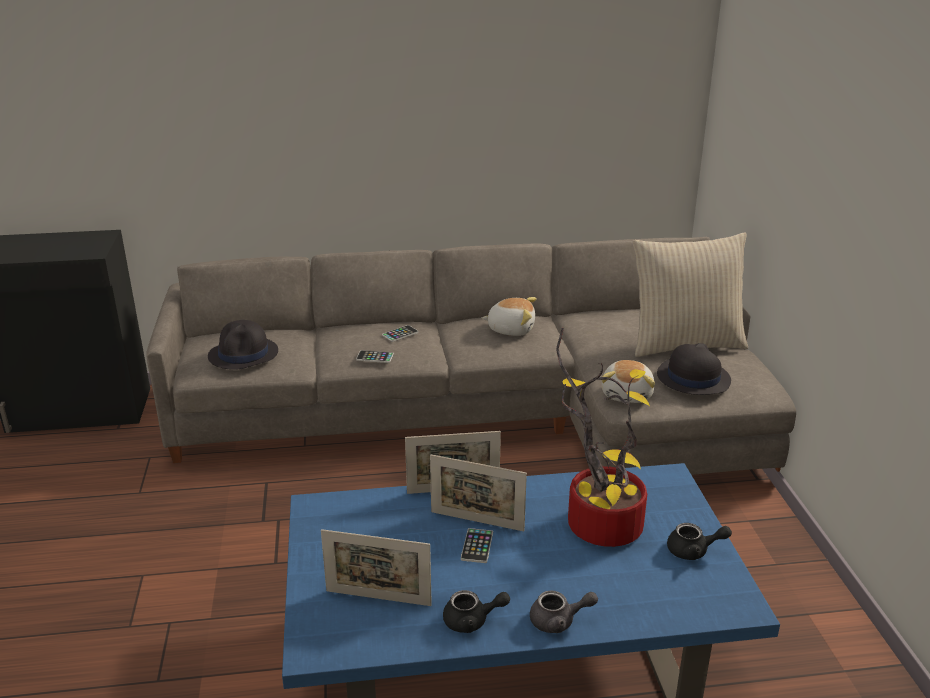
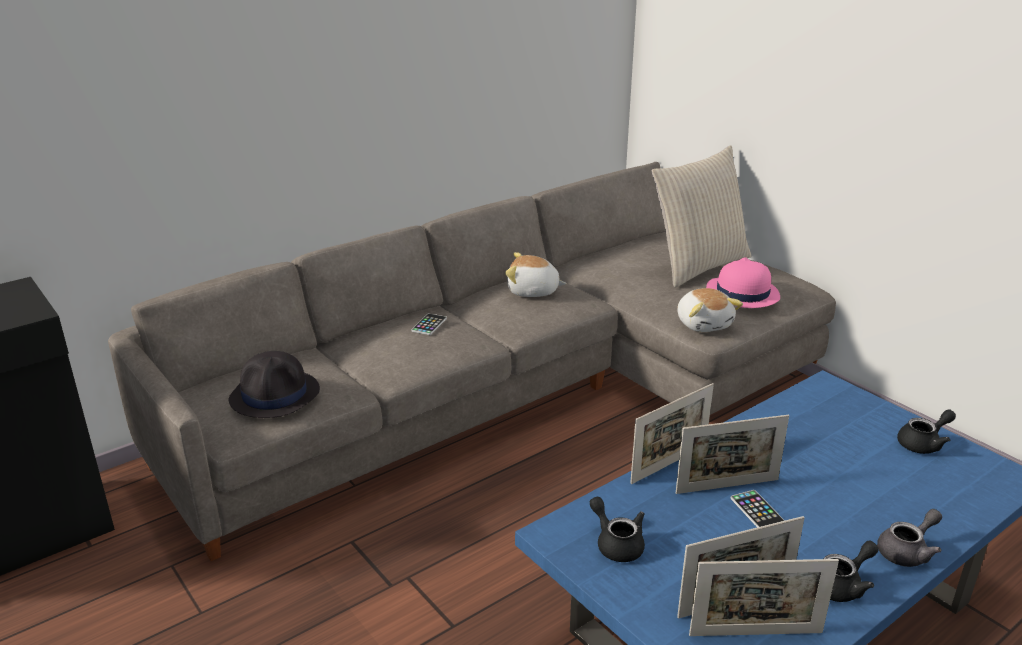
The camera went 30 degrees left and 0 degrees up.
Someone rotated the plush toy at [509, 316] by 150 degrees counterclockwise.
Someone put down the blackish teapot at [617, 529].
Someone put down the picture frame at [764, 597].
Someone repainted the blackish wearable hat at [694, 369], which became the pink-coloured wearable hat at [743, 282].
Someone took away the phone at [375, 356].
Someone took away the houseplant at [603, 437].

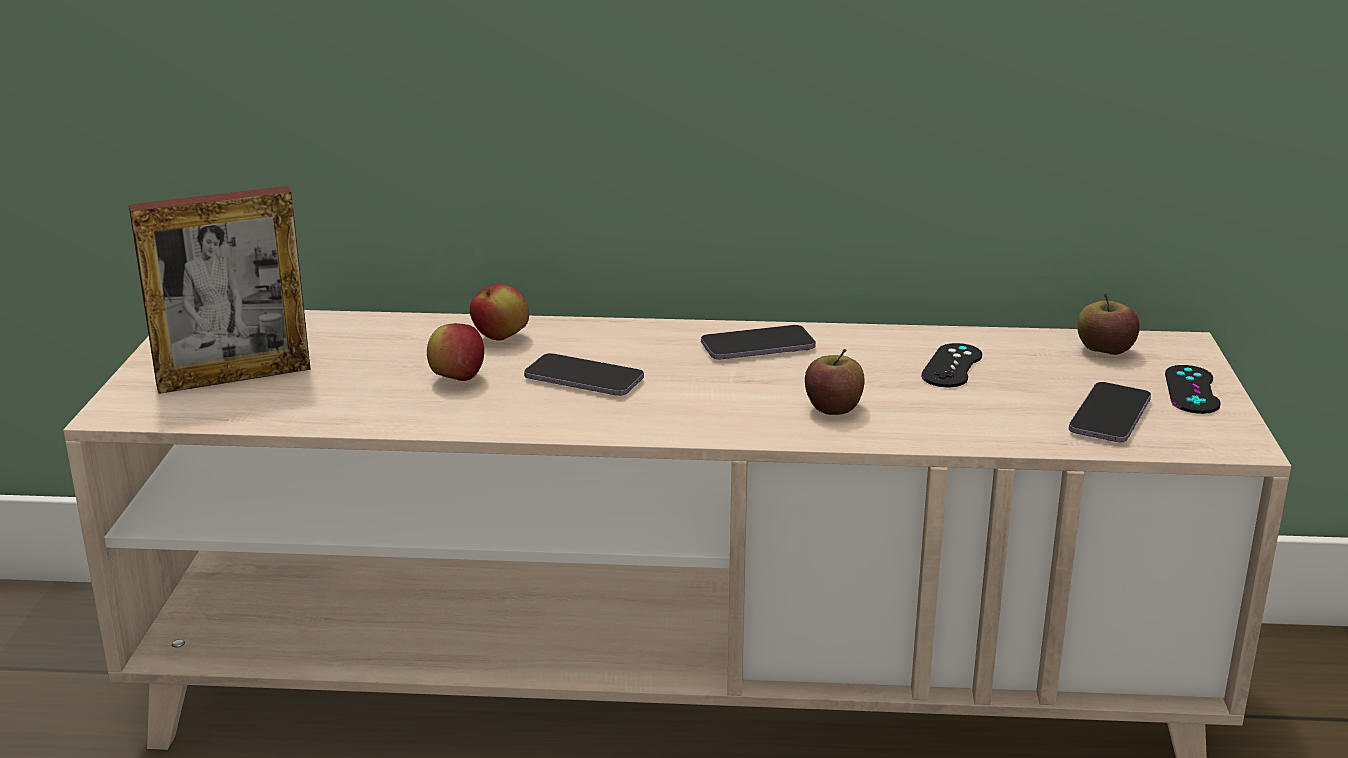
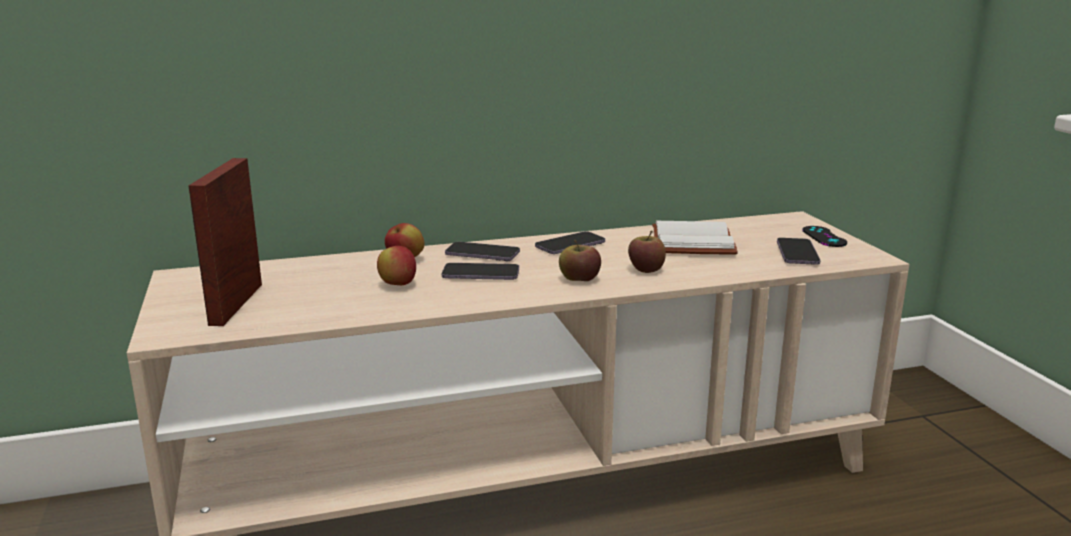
The camera went 20 degrees left and 5 degrees down.
Someone rotated the picture frame at [220, 290] by 135 degrees clockwise.
Someone put down the phone at [482, 251].
Someone carried the apple from [1108, 324] to [580, 260].
Someone swapped the blackish gamepad at [951, 365] for the white-coloured book at [695, 238].

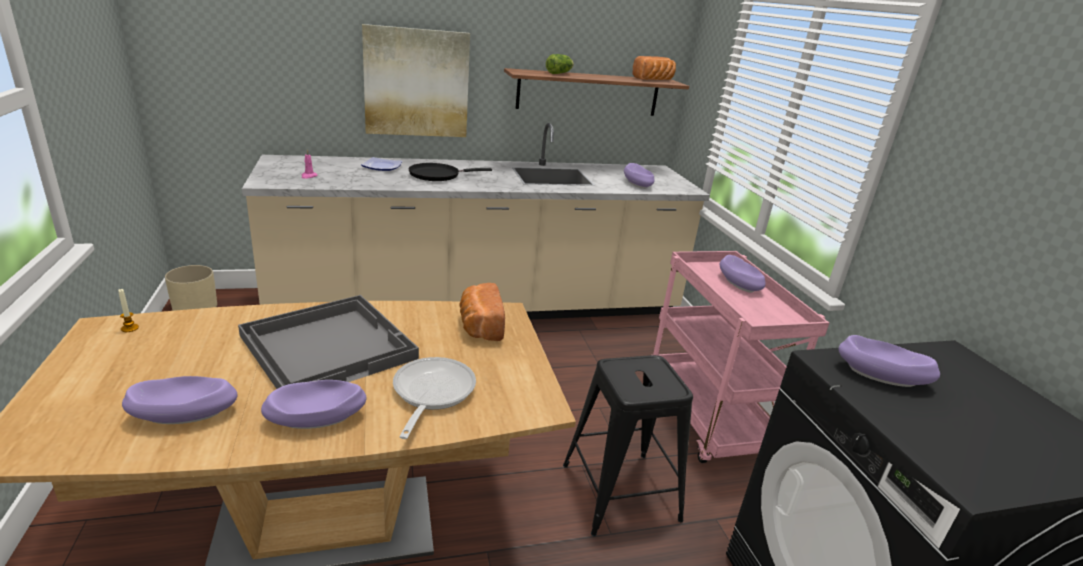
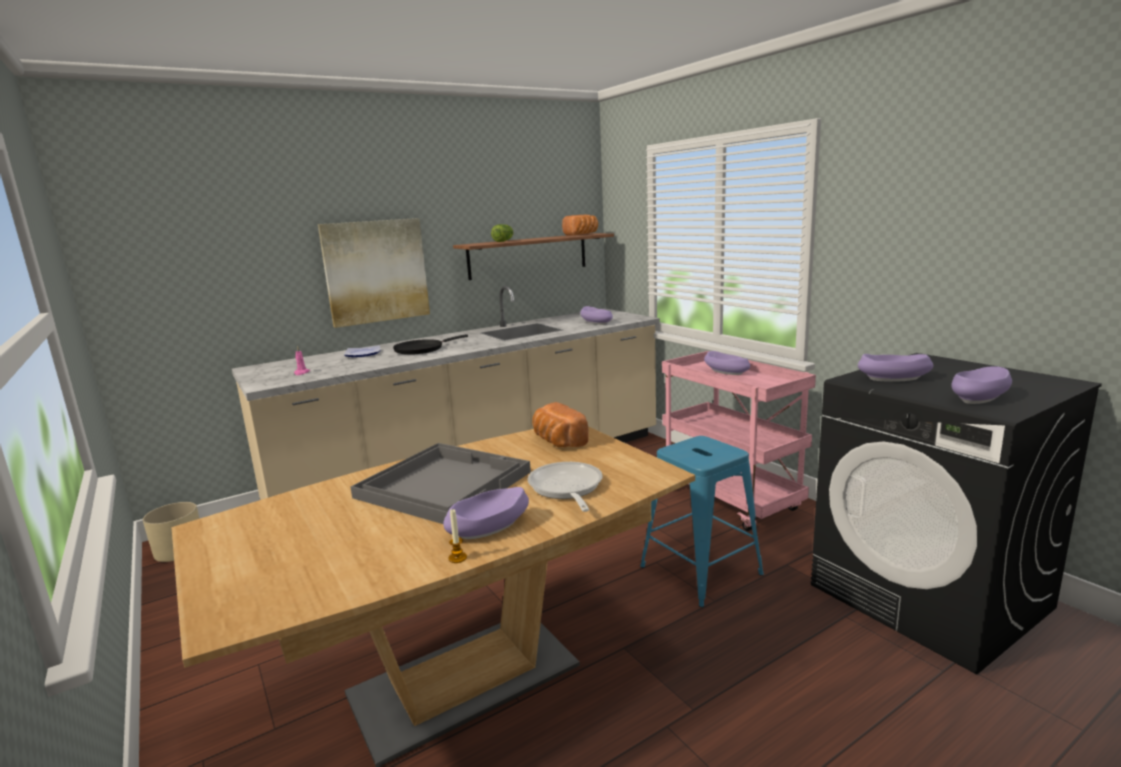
The camera went 15 degrees left and 10 degrees down.
Someone carried the candle from [128, 310] to [457, 536].
Someone repainted the blackish stool seat at [628, 445], which became the bluish stool seat at [702, 521].
Someone carried the purple-coloured serving bowl from [180, 400] to [981, 385].

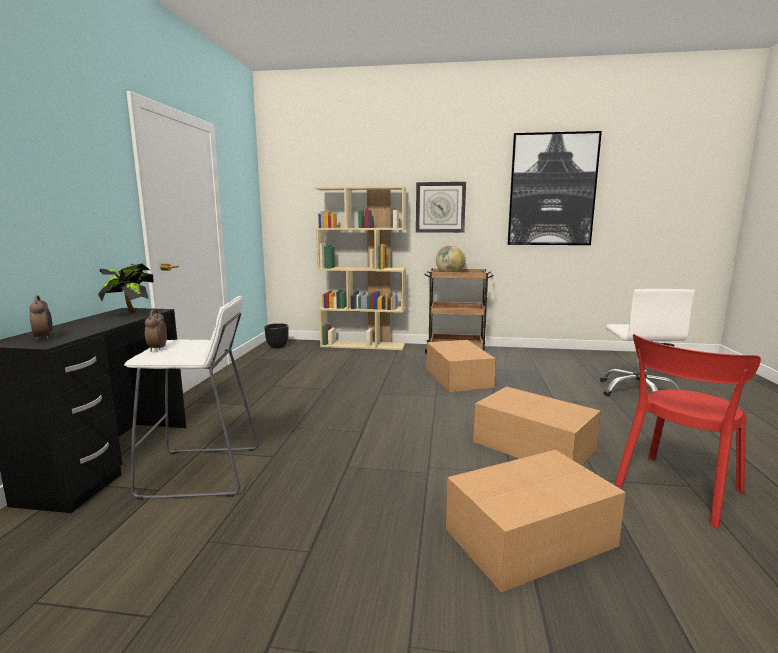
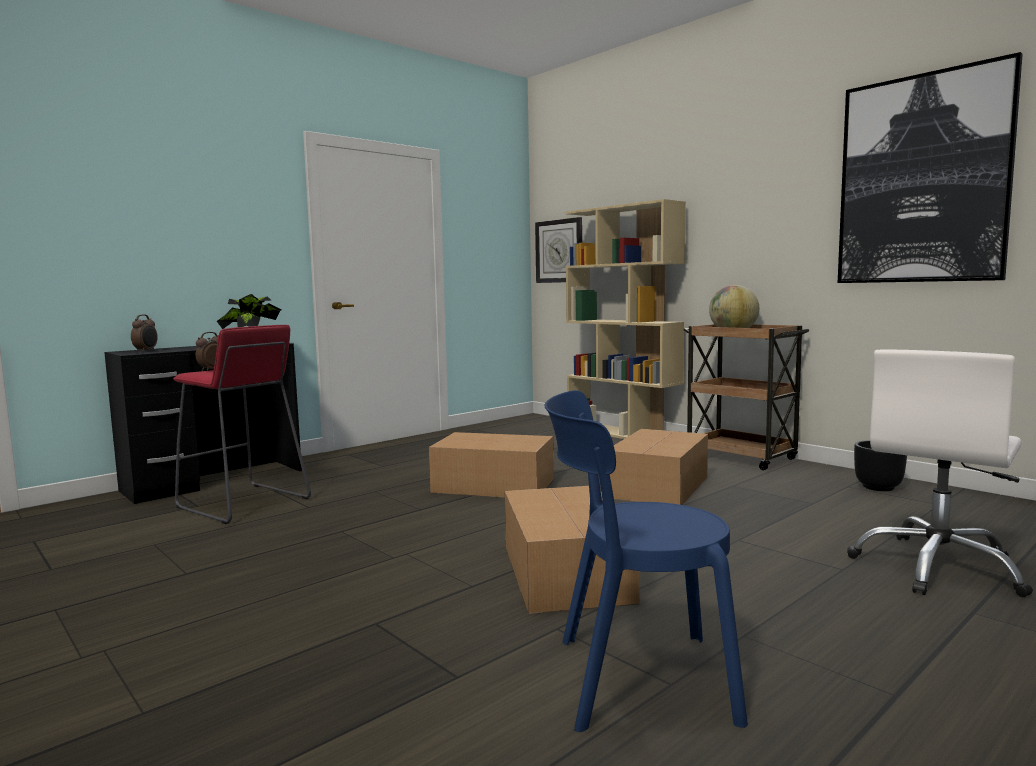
The camera went 40 degrees right and 5 degrees down.
Someone repainted the white-coloured stool seat at [191, 398], which became the red stool seat at [242, 424].
Someone carried the packing box from [536, 521] to [491, 464].
Someone carried the wall clock from [441, 207] to [558, 250].
Someone repainted the red upright chair at [688, 431], which became the bluish upright chair at [646, 561].
Someone carried the blackish plant pot from [276, 335] to [880, 465].

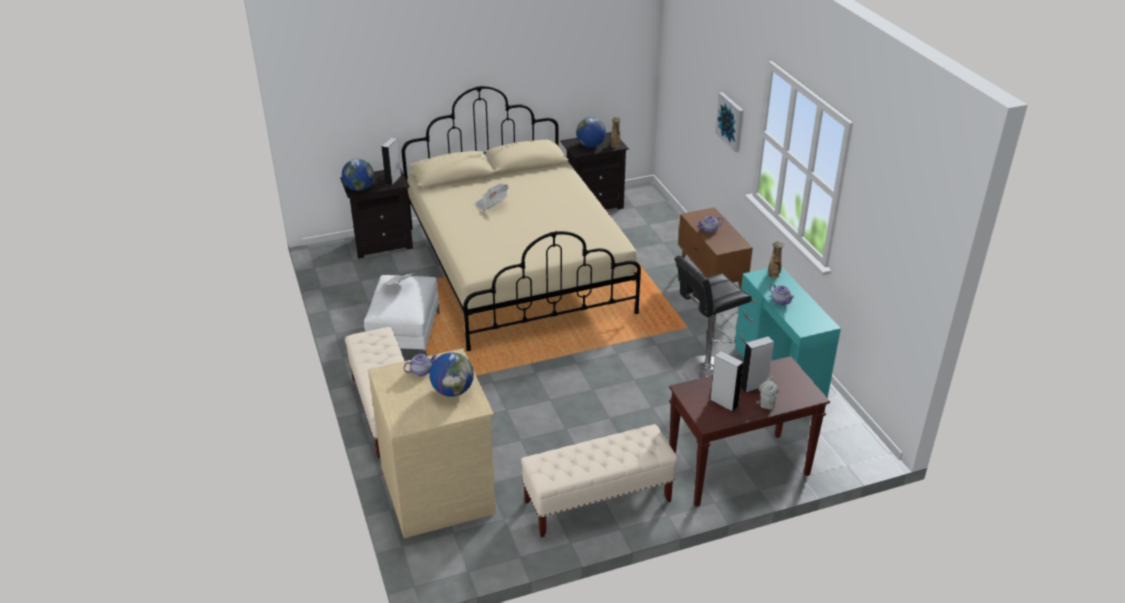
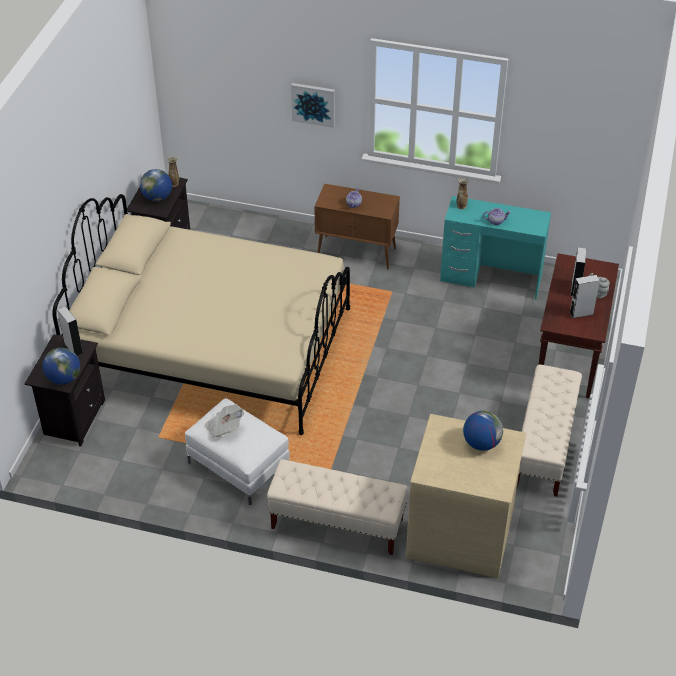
The camera went 55 degrees left and 10 degrees up.
Someone took away the teapot at [420, 365].
Someone took away the printed paper at [491, 197].
Someone took away the blackish stool seat at [713, 318].

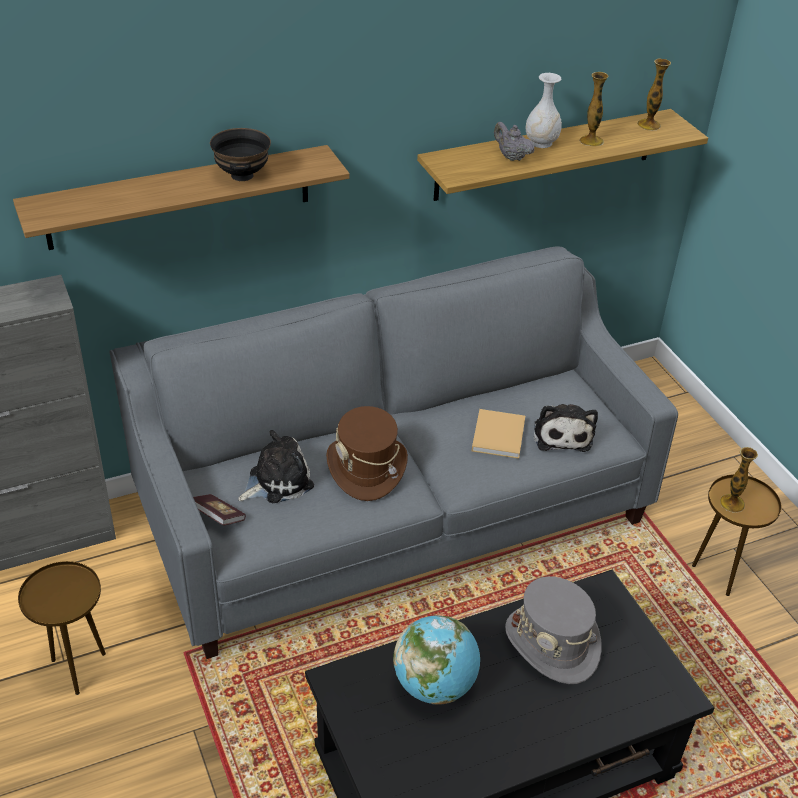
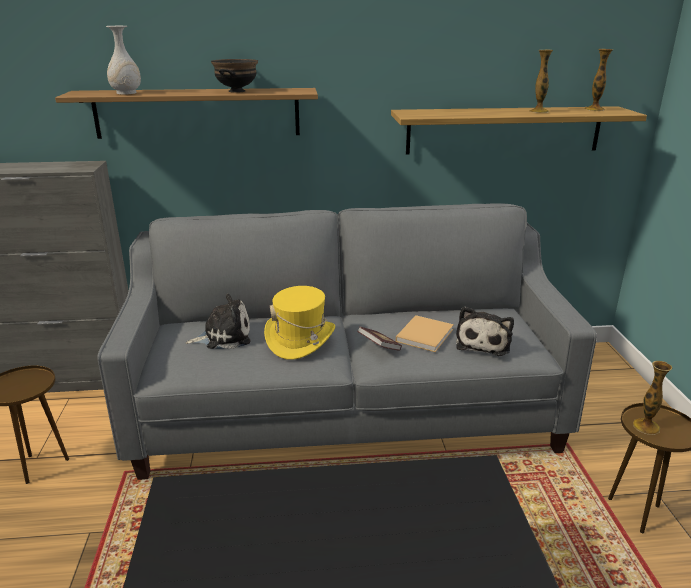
The camera went 20 degrees right and 15 degrees down.
Someone carried the white-coloured decorative vase from [544, 110] to [123, 60].
Someone repainted the brown-coloured wearable hat at [367, 453], which became the yellow-coloured wearable hat at [299, 323].
Someone carried the book from [219, 509] to [379, 338].
Someone took away the desk globe at [436, 660].
Someone took away the grey teapot at [514, 141].
Someone took away the grey wearable hat at [553, 630].

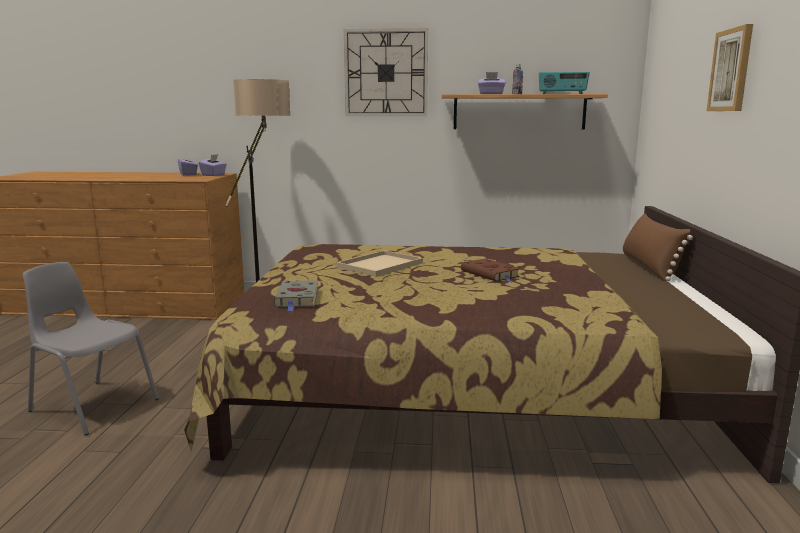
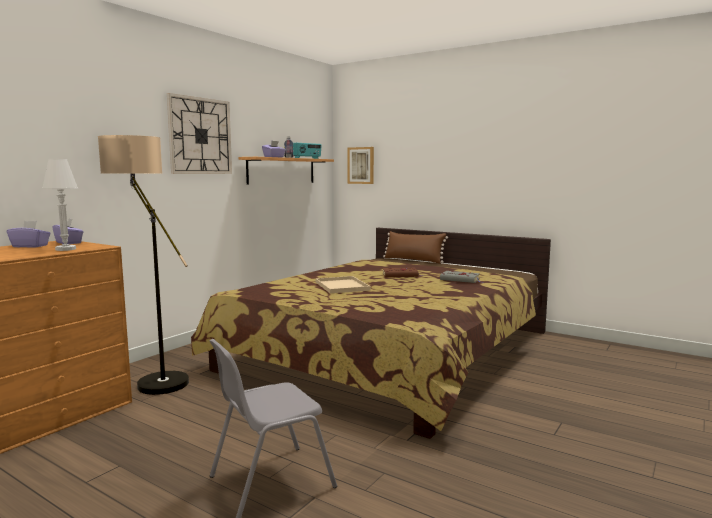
The camera went 60 degrees left and 5 degrees down.
Someone put down the white-coloured table lamp at [60, 205].
Someone carried the picture from [730, 67] to [360, 165].
Someone carried the grey book from [296, 295] to [461, 277].

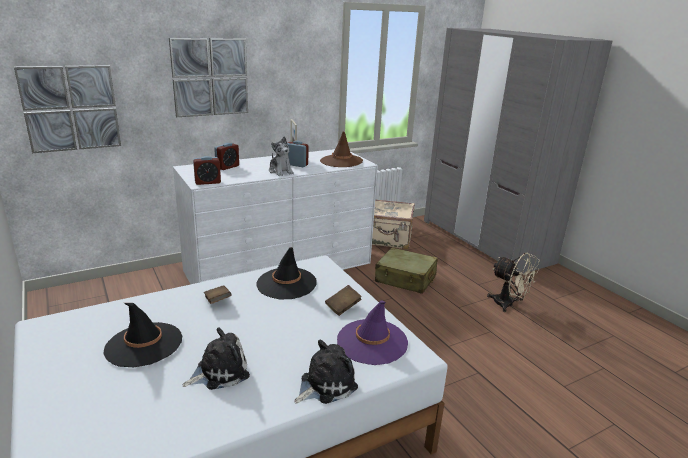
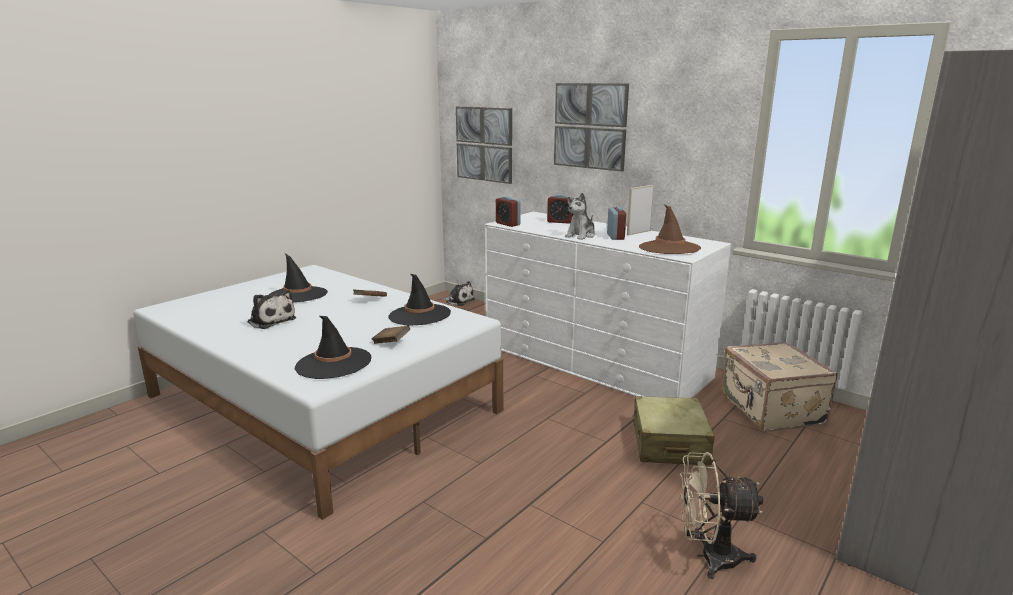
The camera went 70 degrees right and 5 degrees down.
Someone repainted the purple-coloured wearable hat at [372, 332], which became the blackish wearable hat at [333, 347].
Someone carried the plush toy from [326, 372] to [458, 293].
Someone rotated the beige-coloured cooling fan at [513, 282] by 75 degrees clockwise.

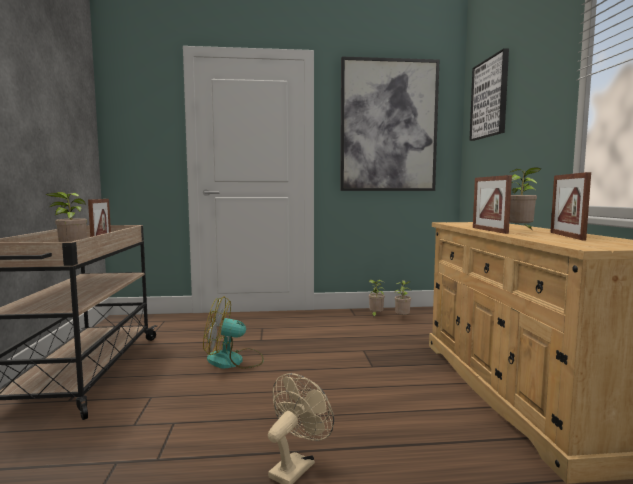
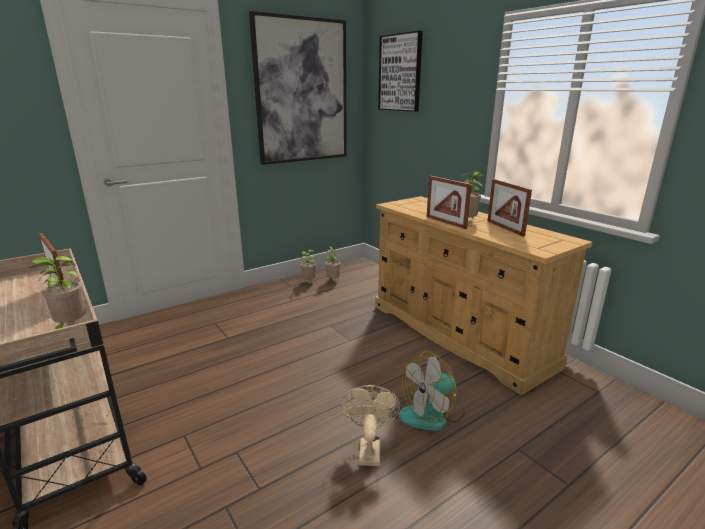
The camera went 30 degrees left and 15 degrees up.
Someone carried the cooling fan from [233, 332] to [431, 391].

